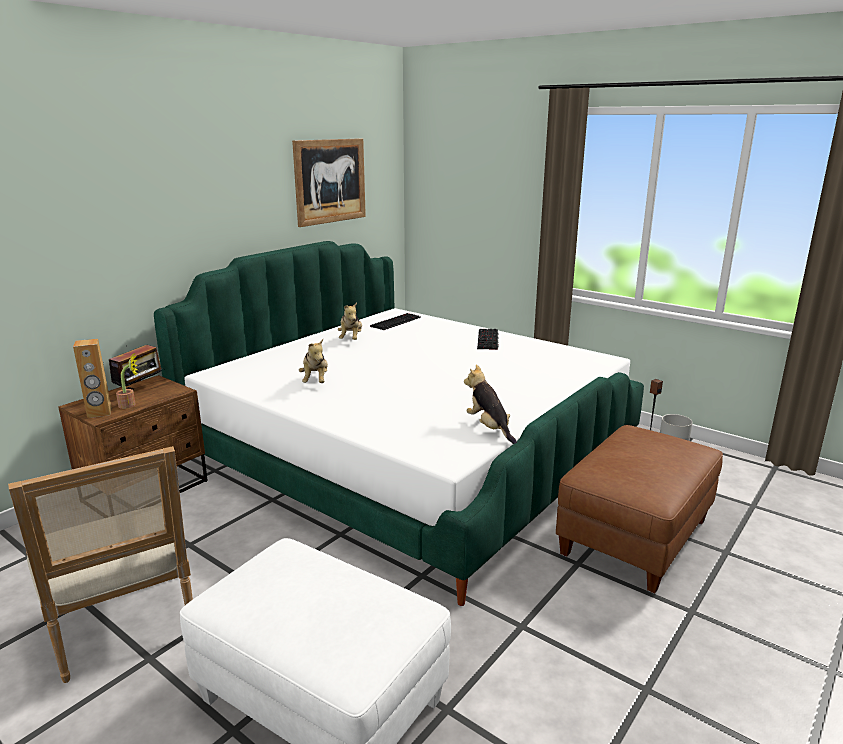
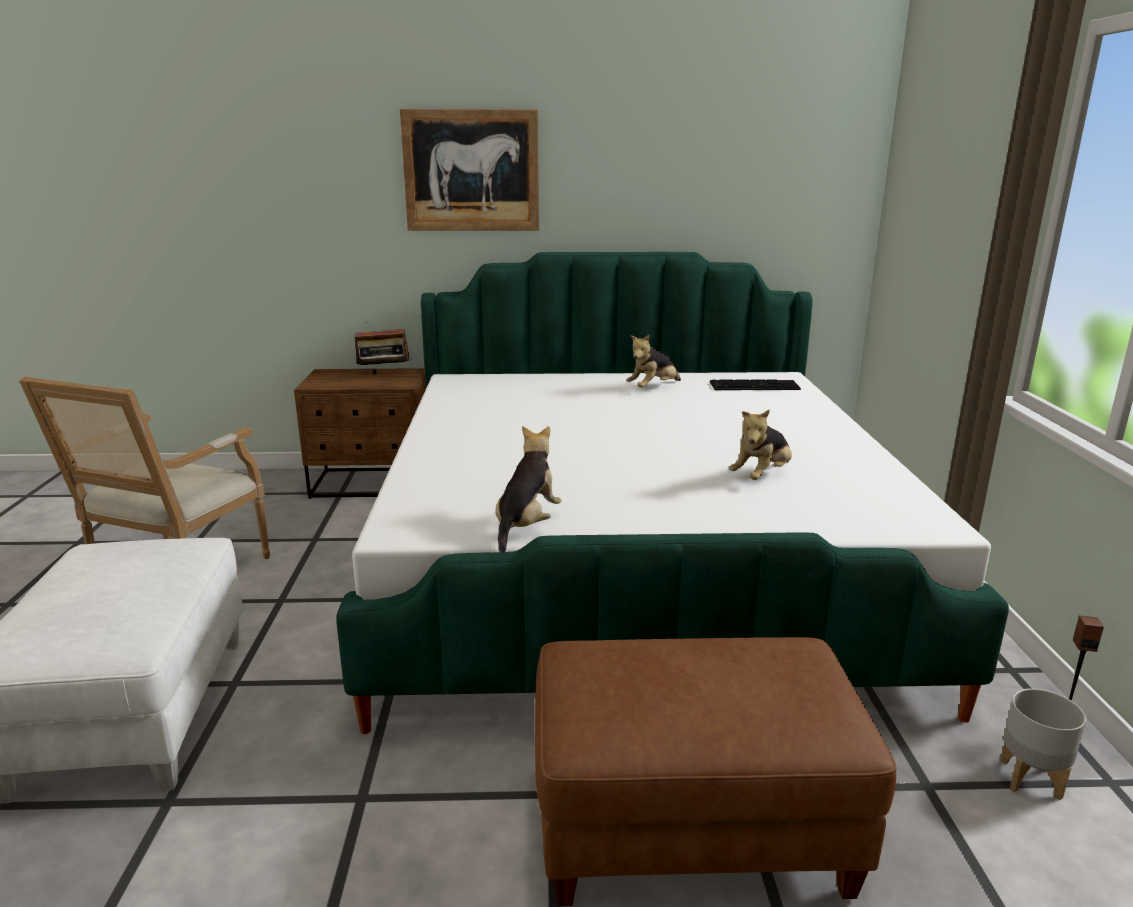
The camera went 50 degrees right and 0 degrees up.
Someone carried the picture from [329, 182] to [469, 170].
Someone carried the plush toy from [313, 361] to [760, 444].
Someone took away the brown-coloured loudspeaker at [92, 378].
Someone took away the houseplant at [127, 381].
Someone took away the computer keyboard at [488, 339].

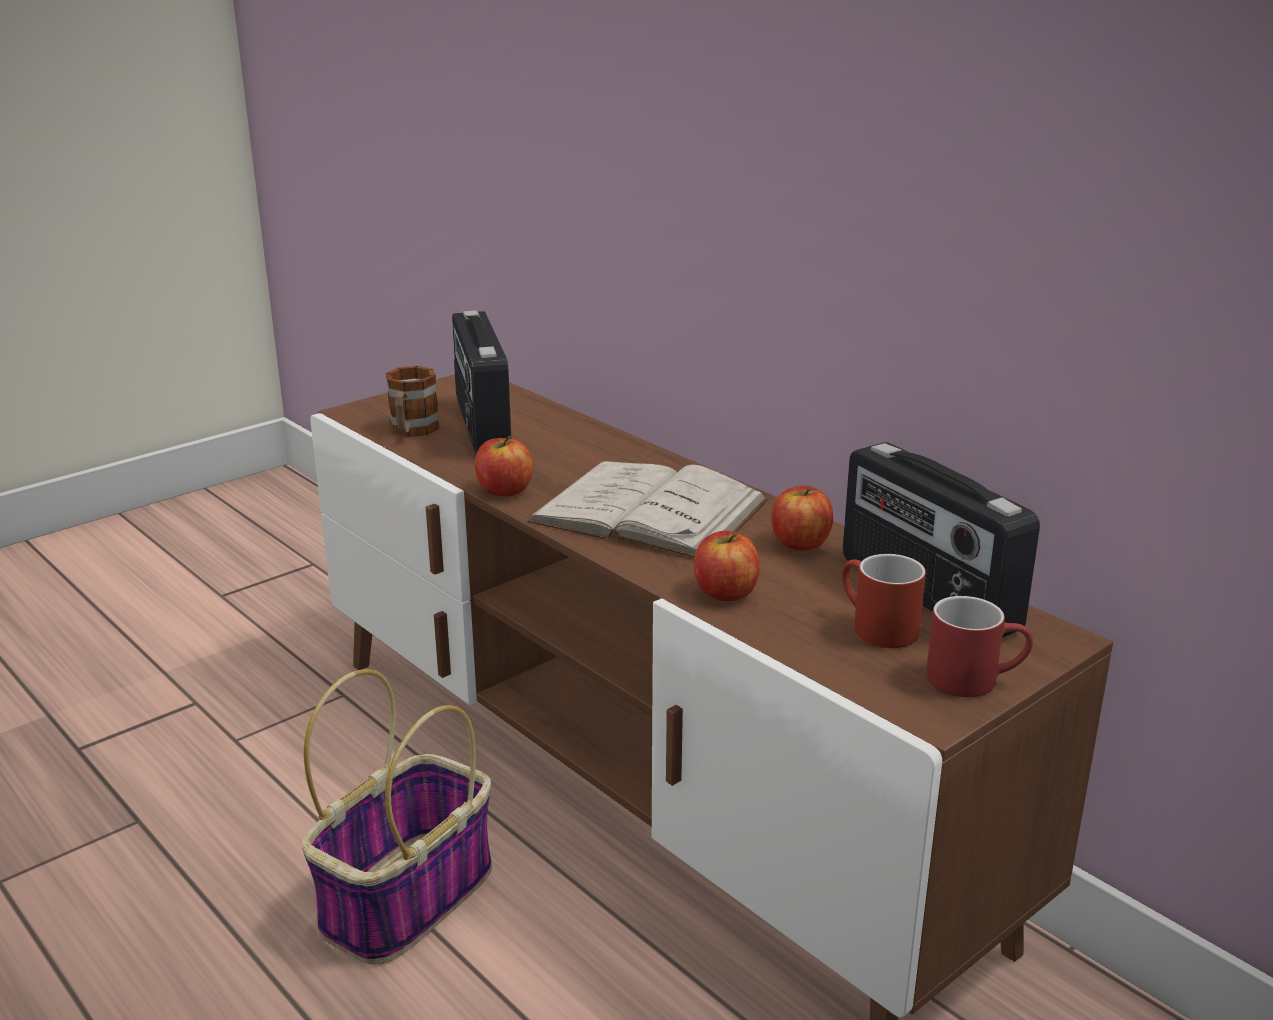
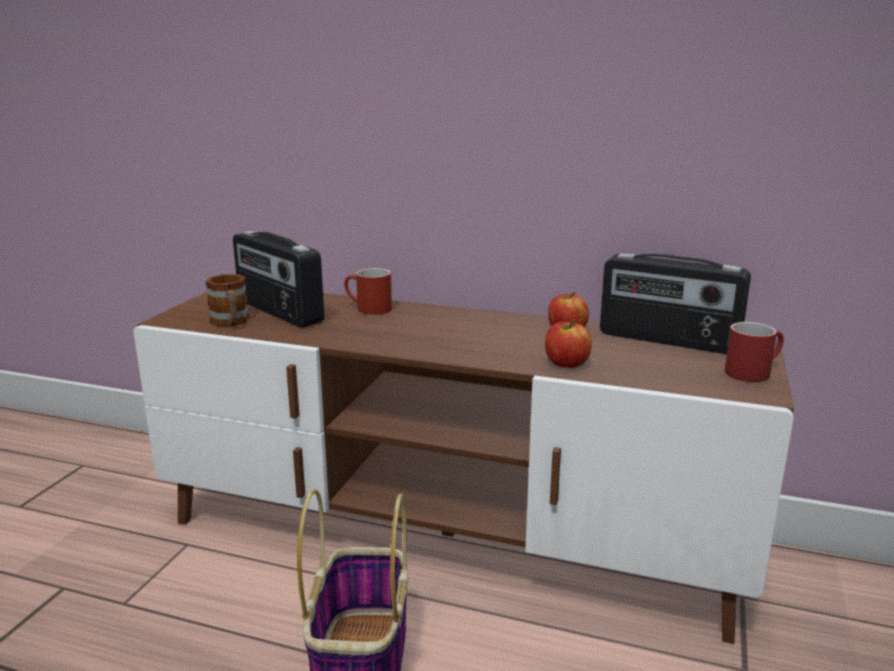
The camera went 30 degrees left and 5 degrees down.
Someone carried the red tea mug from [884, 601] to [368, 291].
Someone took away the apple at [504, 466].
Someone took away the white-coloured book at [647, 509].

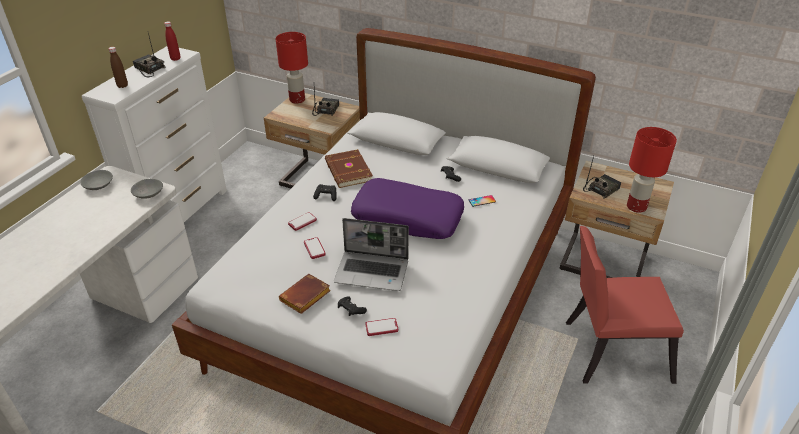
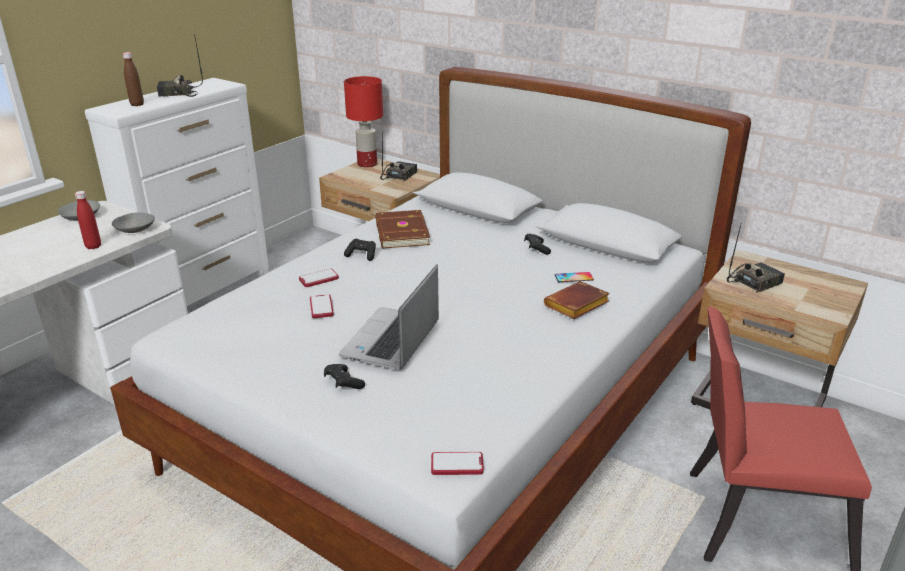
The camera went 10 degrees right and 10 degrees down.
Someone carried the red drink bottle from [172, 41] to [88, 220].
Someone rotated the radio receiver at [149, 55] by 60 degrees counterclockwise.
Someone rotated the laptop at [371, 254] by 90 degrees clockwise.
Someone carried the phone from [381, 327] to [457, 463].
Someone carried the brown-coloured book from [305, 294] to [577, 300].
Someone took away the purple-coloured cushion at [407, 208].
Someone took away the red table lamp at [652, 170].

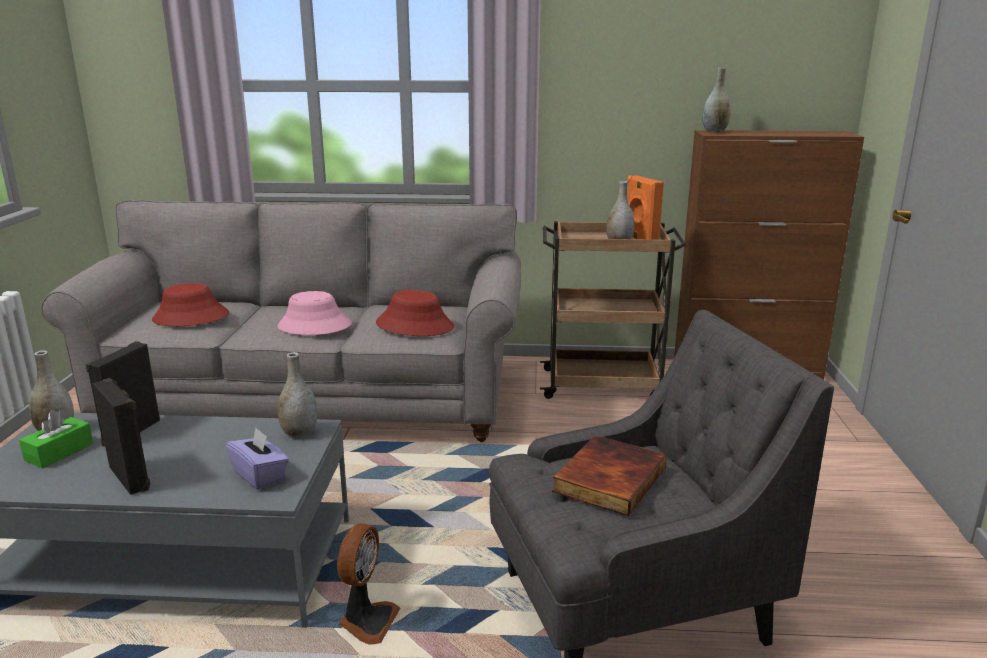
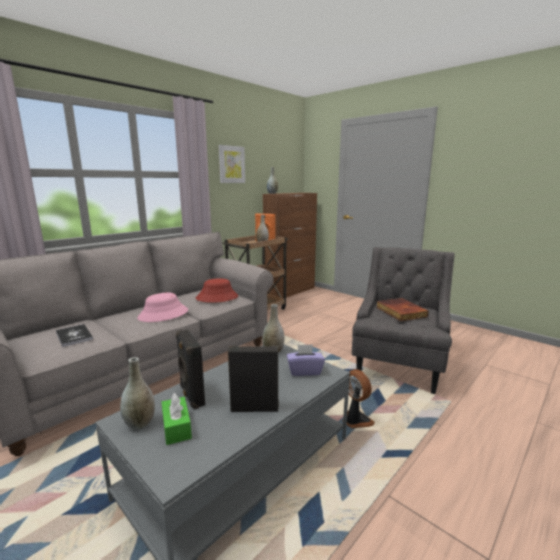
The camera went 50 degrees left and 5 degrees down.
Someone swapped the red wearable hat at [190, 304] for the book at [74, 335].
Someone put up the picture at [232, 164].

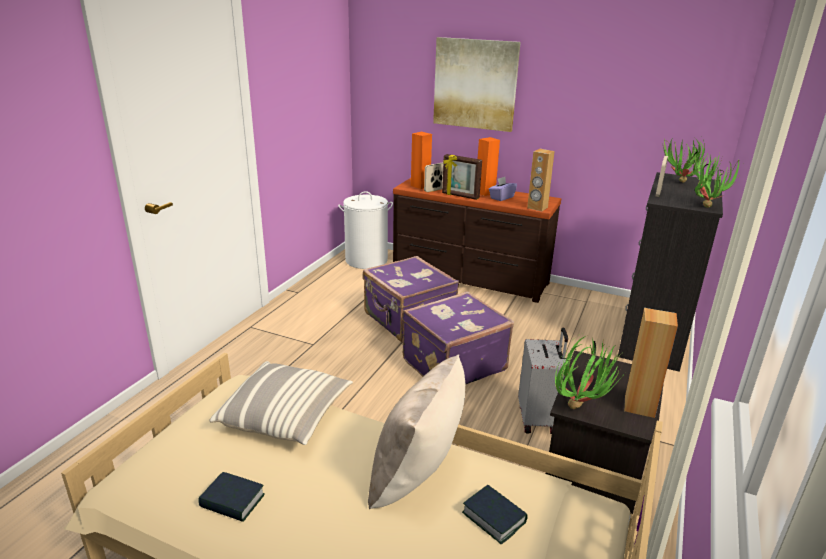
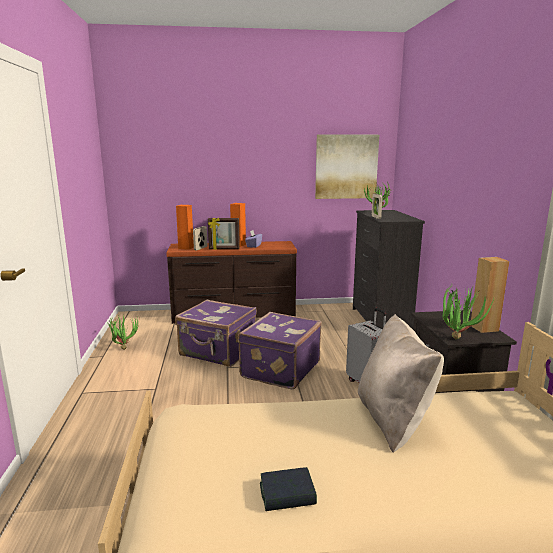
The camera went 30 degrees left and 10 degrees down.
Someone carried the houseplant from [715, 180] to [122, 333].
Someone carried the picture from [477, 84] to [347, 166].
Someone took away the cushion at [281, 403].
Someone took away the white-coloured washing basket at [365, 230].
Someone took away the book at [495, 514].
Someone took away the brown-coloured loudspeaker at [541, 180].

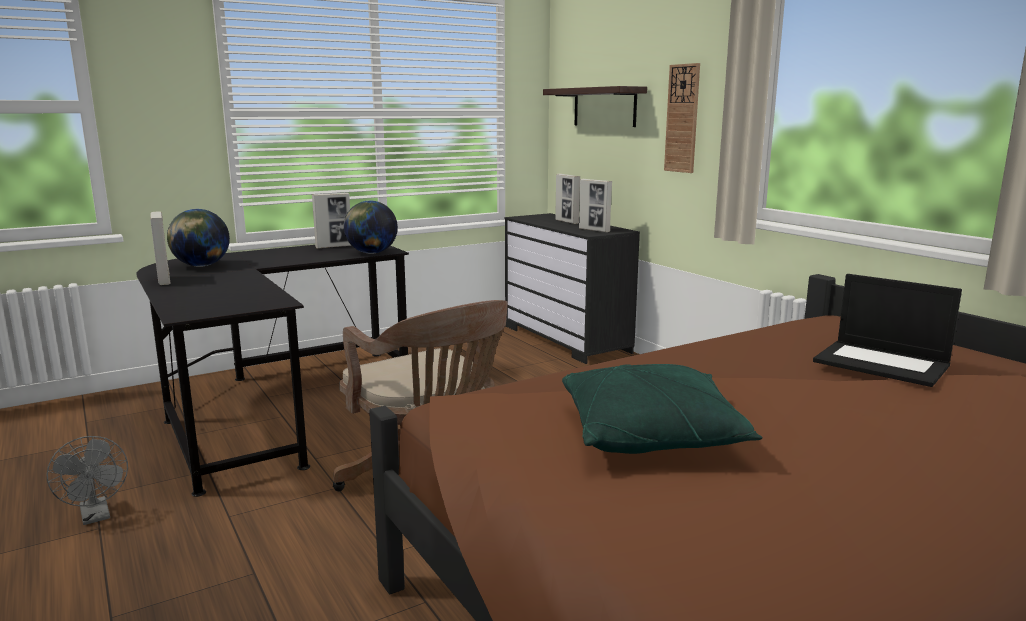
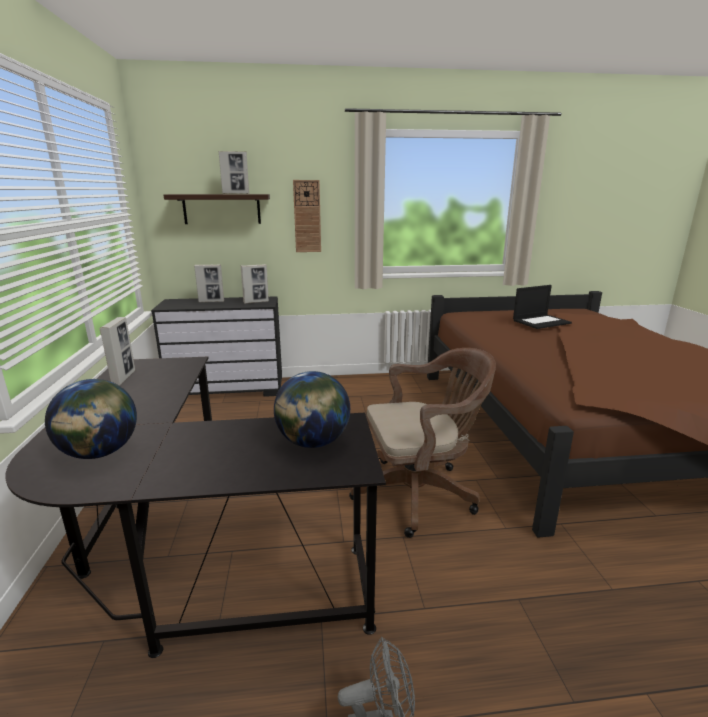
The camera went 65 degrees left and 5 degrees up.
Someone carried the picture frame from [160, 248] to [233, 172].
Someone carried the desk globe from [371, 227] to [312, 409].
Someone took away the greenish cushion at [662, 409].

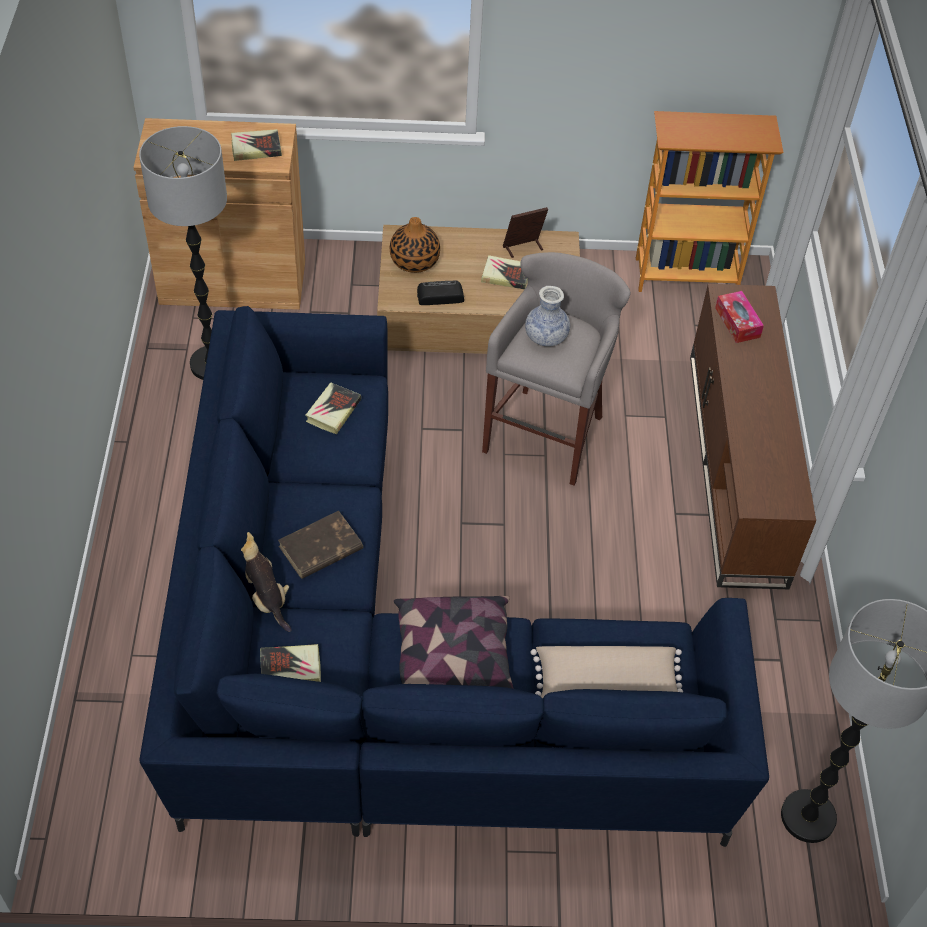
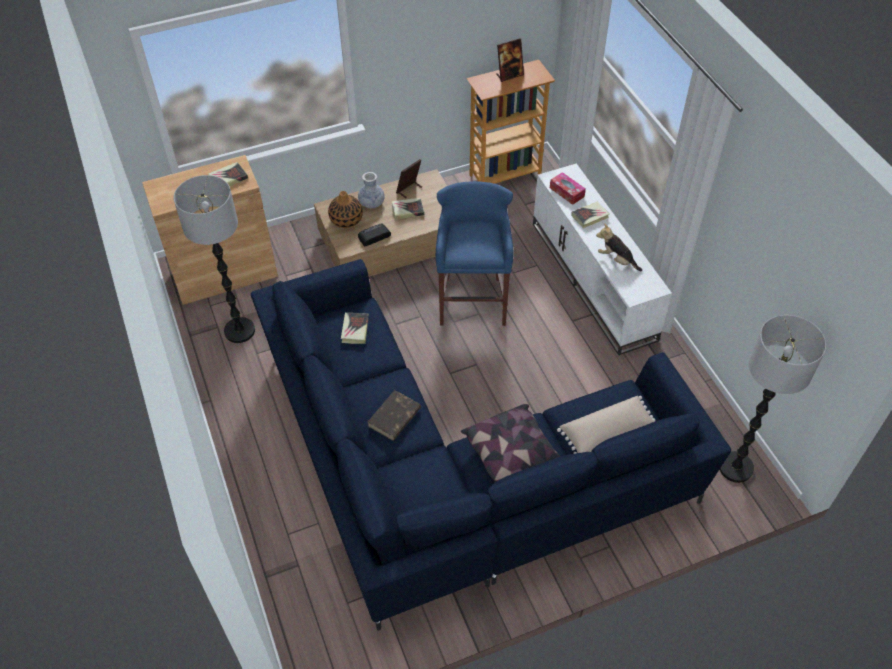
The camera went 20 degrees left and 0 degrees up.
Someone carried the decorative vase from [547, 316] to [371, 190].
Someone repainted the grey stool seat at [556, 369], which became the bluish stool seat at [474, 253].
Someone put down the picture frame at [510, 60].
Someone repainted the brown-coloured media console at [753, 436], which became the white-coloured media console at [602, 259].
Someone carried the book from [290, 663] to [590, 215].
Someone carried the plush toy from [266, 582] to [619, 247].

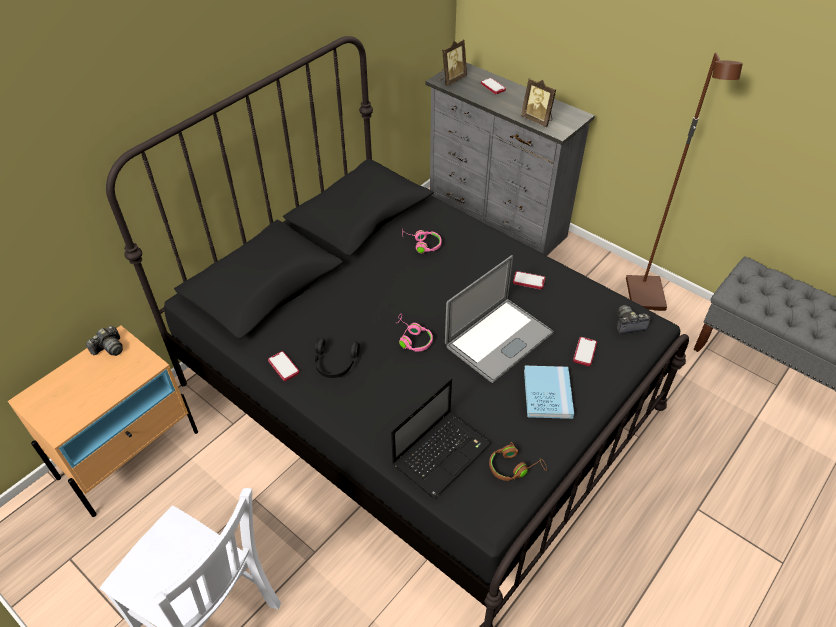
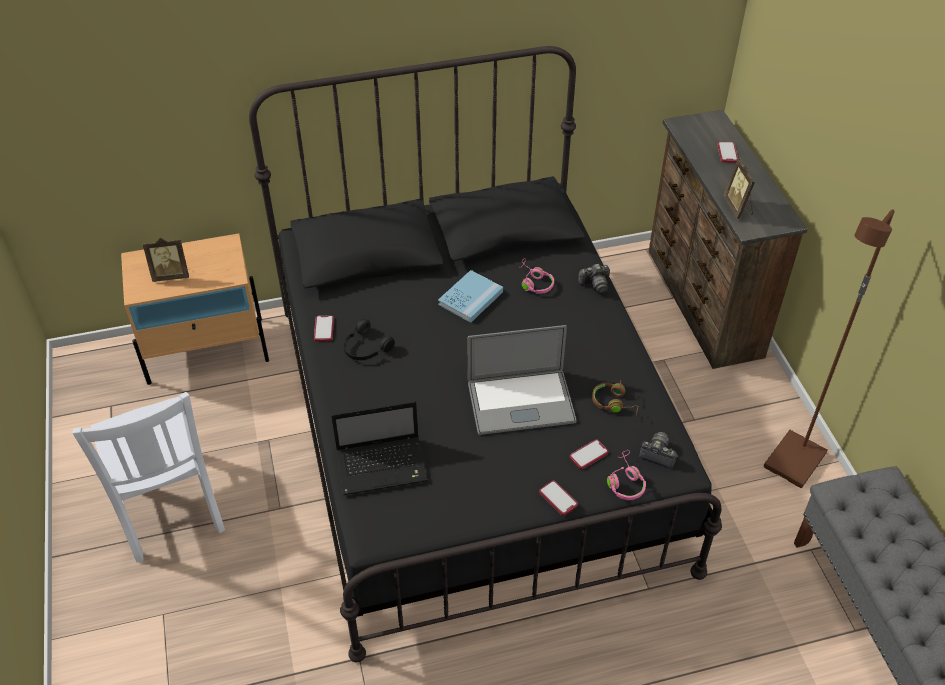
The camera went 35 degrees right and 0 degrees up.
Someone carried the picture frame from [453, 62] to [166, 260].
Someone carried the bluish book from [549, 392] to [470, 296].
Someone carried the phone from [529, 280] to [558, 498].
Someone carried the still camera from [104, 341] to [594, 279].
Someone carried the brown-coloured pair of headphones from [518, 461] to [615, 398].
Someone carried the pink-coloured pair of headphones from [415, 333] to [626, 475].
Someone repainted the grey dresser at [510, 159], which became the brown-coloured dresser at [728, 239].

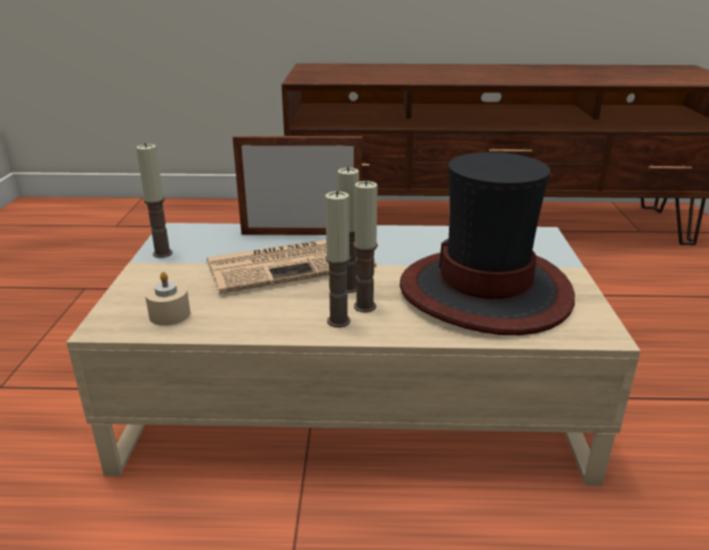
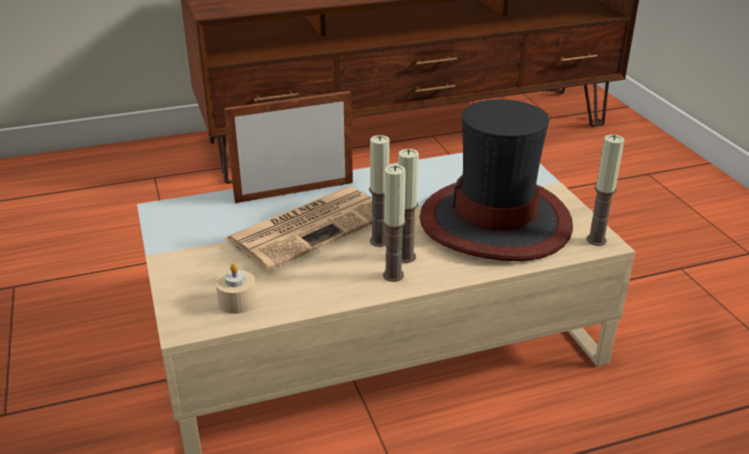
The camera went 20 degrees left and 5 degrees up.
Someone carried the candle from [154, 200] to [605, 190].

